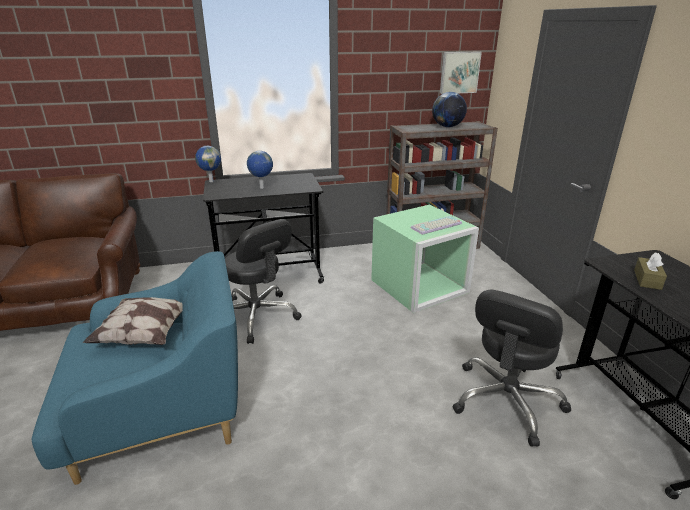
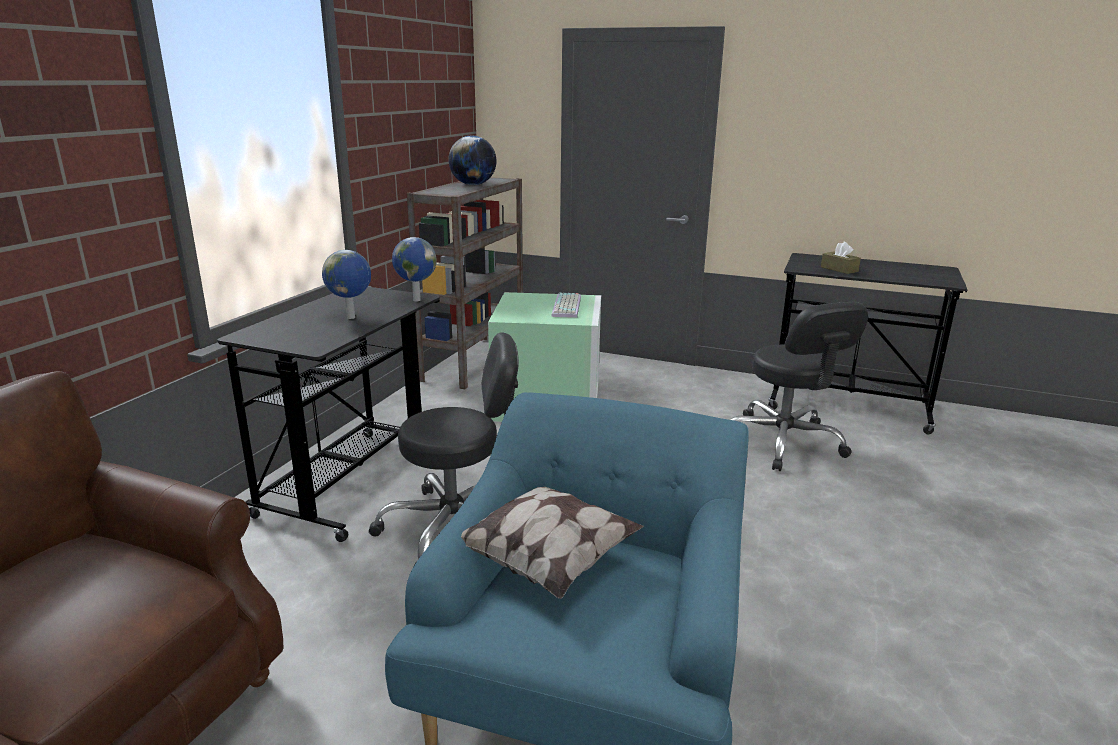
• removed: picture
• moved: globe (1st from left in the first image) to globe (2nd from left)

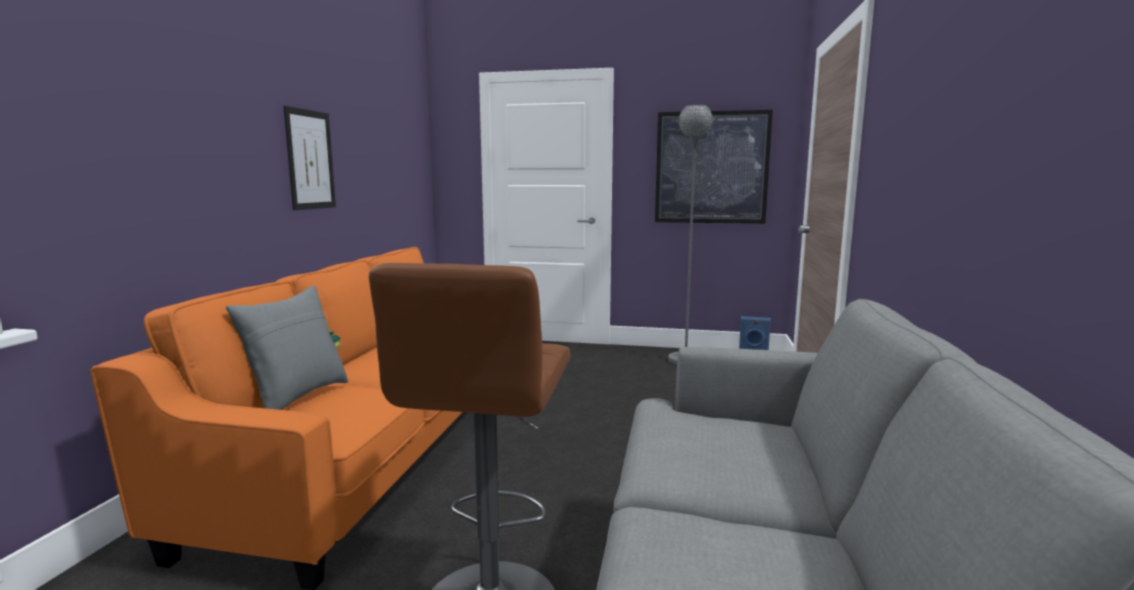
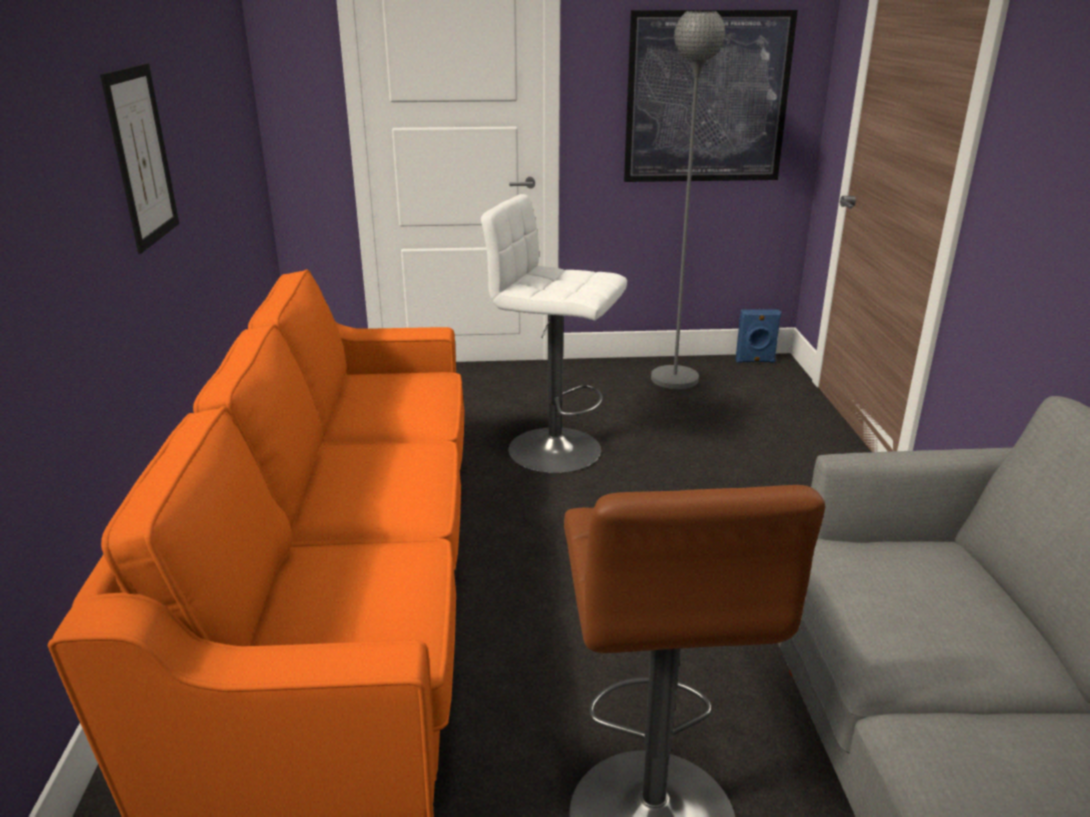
• removed: pillow/grey
• added: stool/white

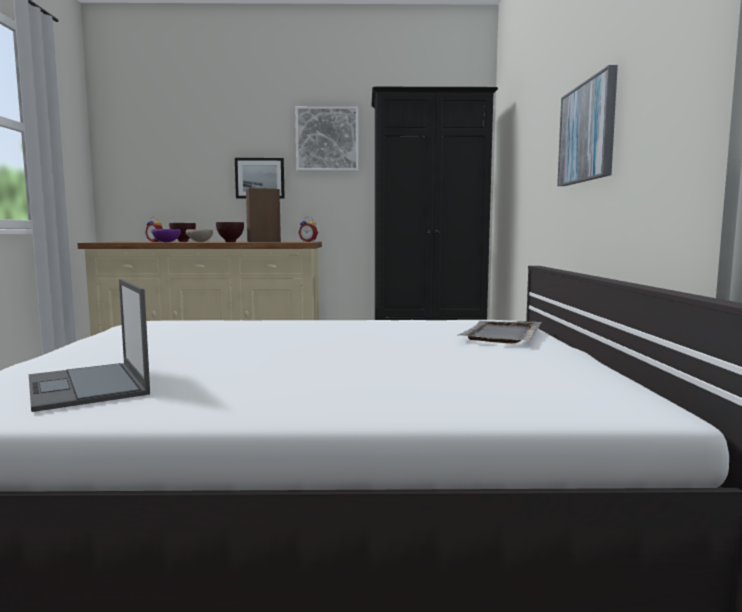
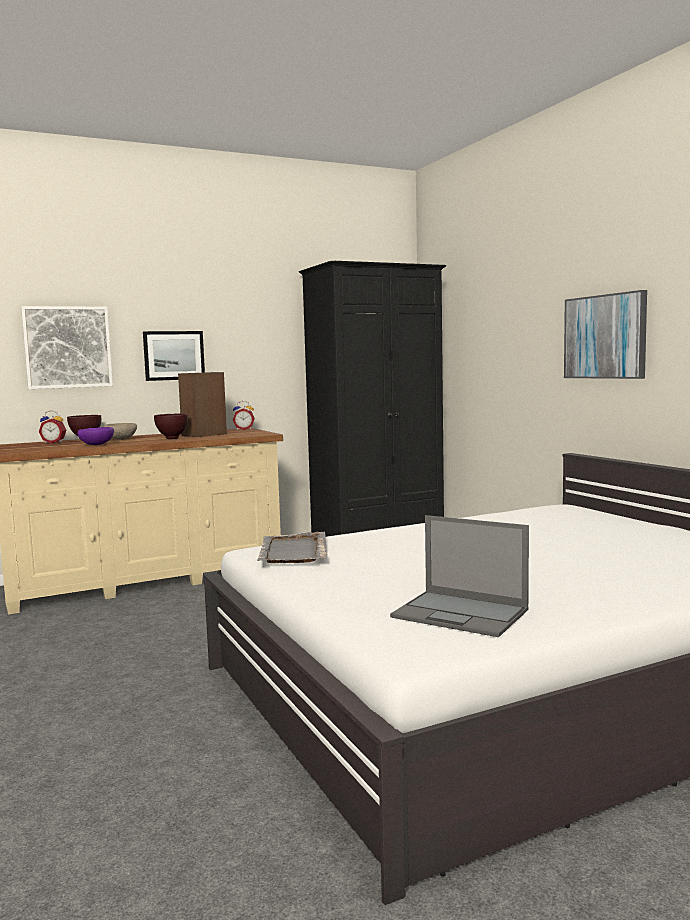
• moved: picture (2nd from left in the first image) to picture (1st from left)
• moved: tray/grey

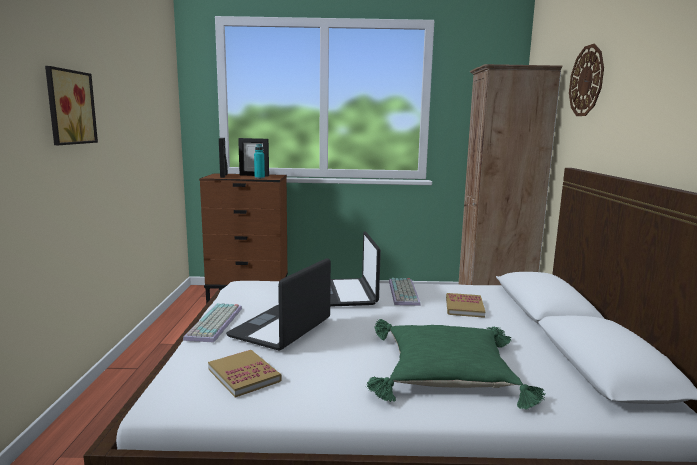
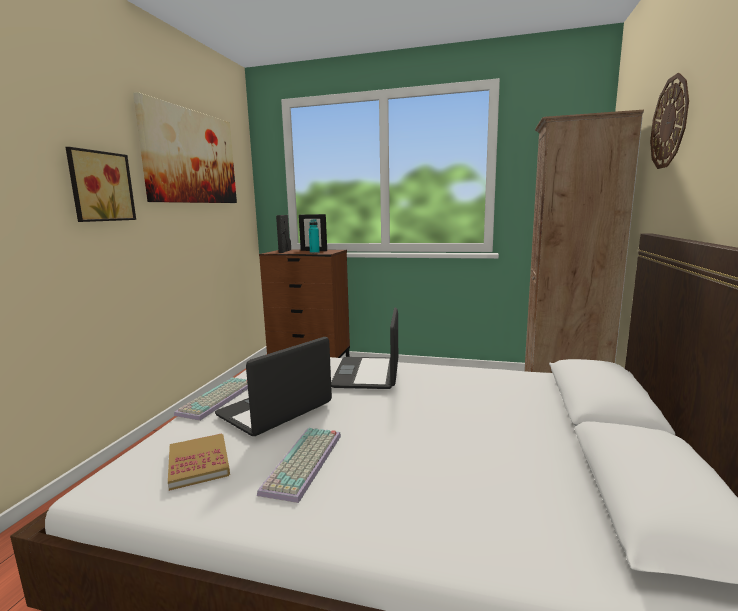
• moved: keyboard (2nd from left)
• removed: book (2nd from left)
• removed: pillow/green
• added: picture (2nd from left)

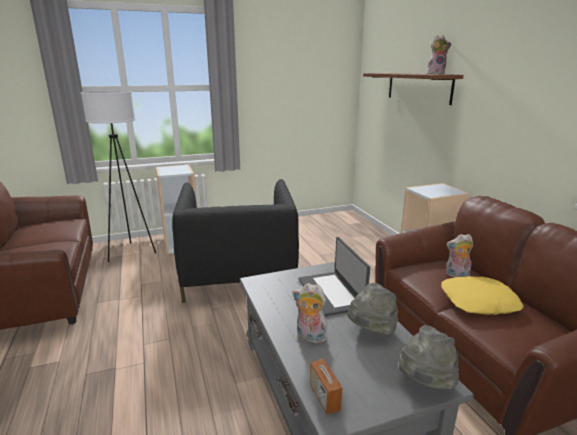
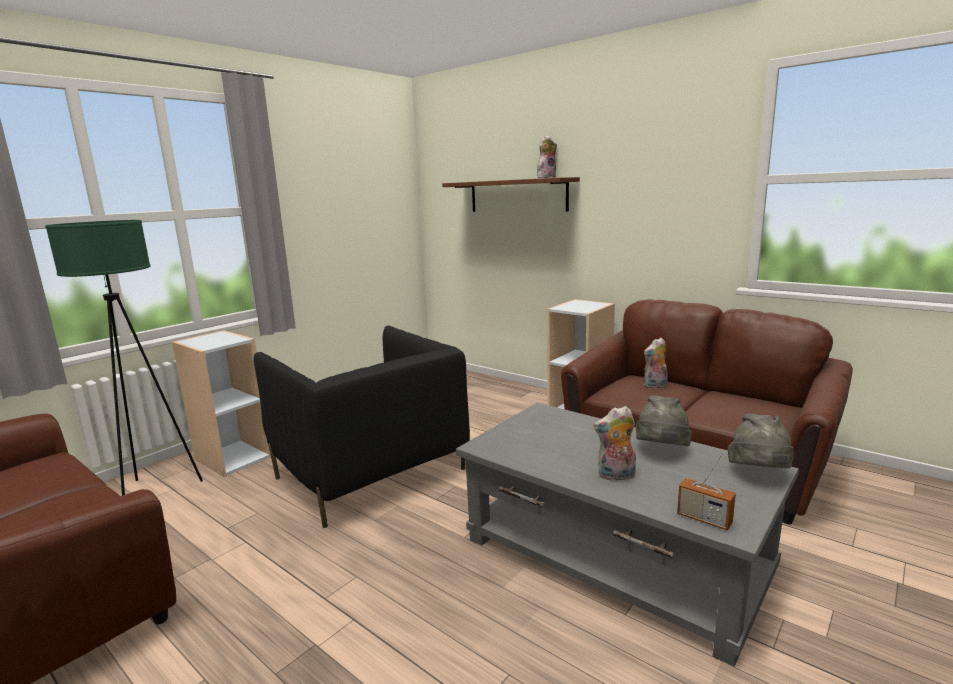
• recoloured: floor lamp/white to floor lamp/green
• removed: laptop
• removed: pillow/yellow

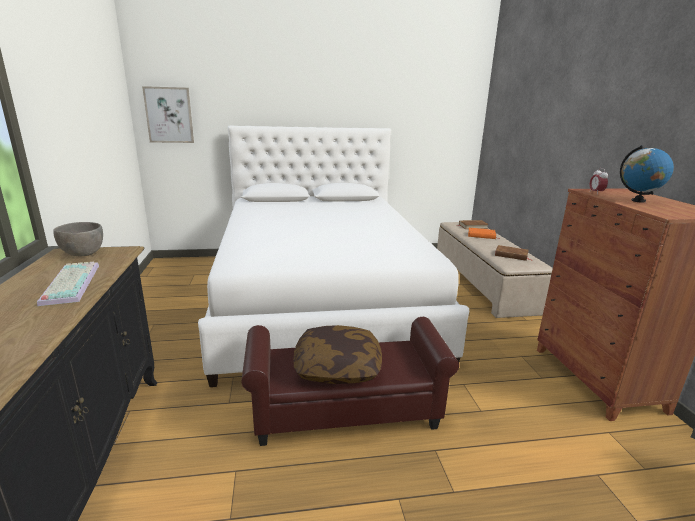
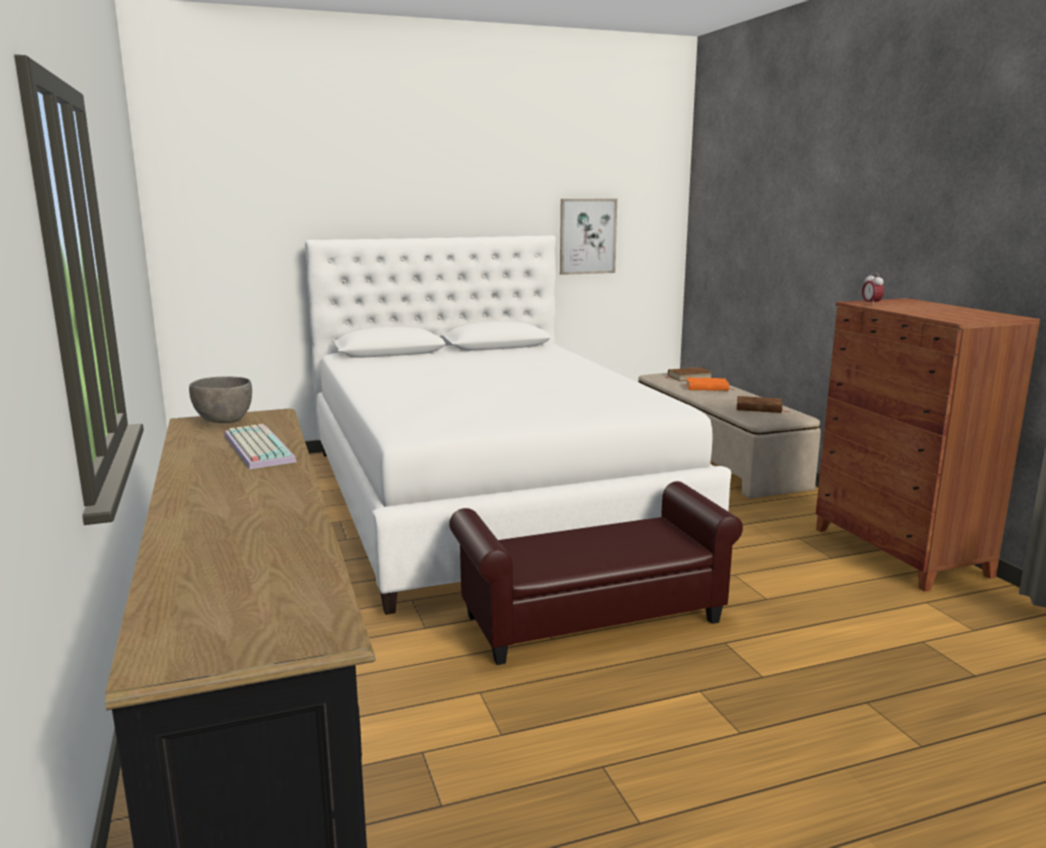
• moved: picture
• removed: globe
• removed: pillow

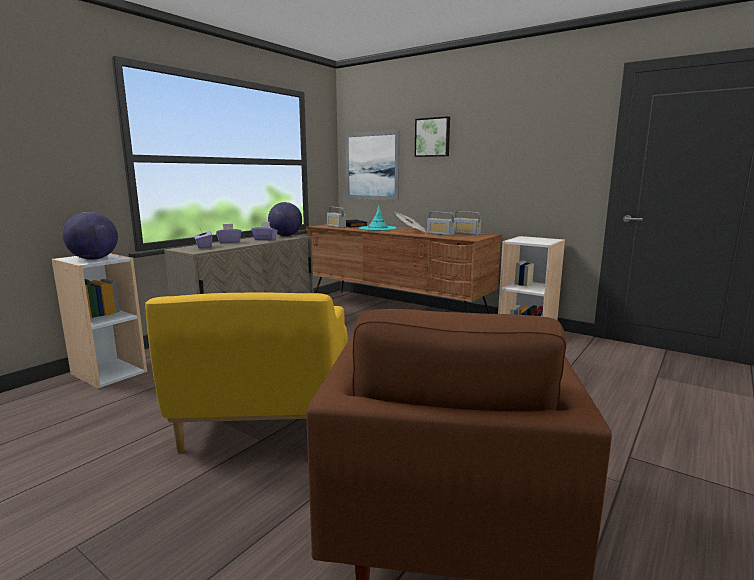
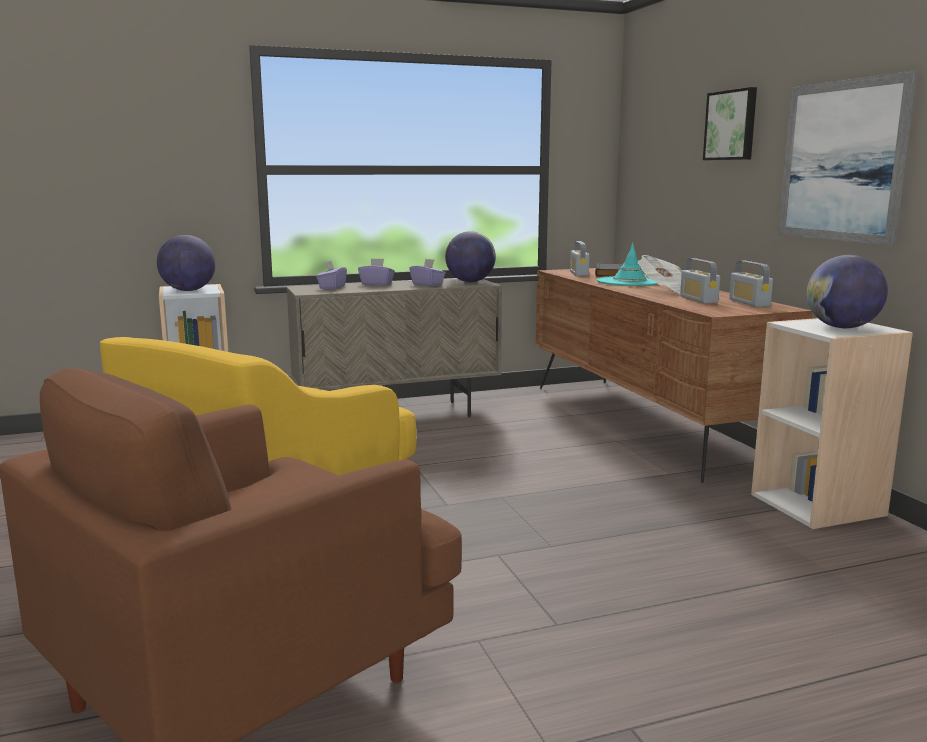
• moved: picture (1st from left in the first image) to picture (2nd from left)
• added: globe (3rd from left)

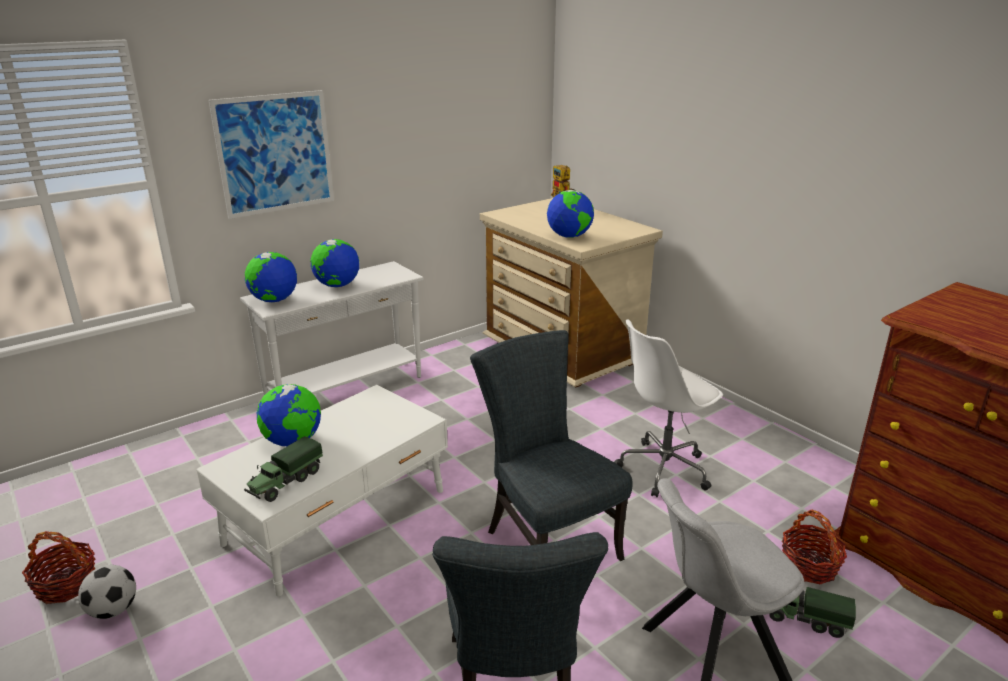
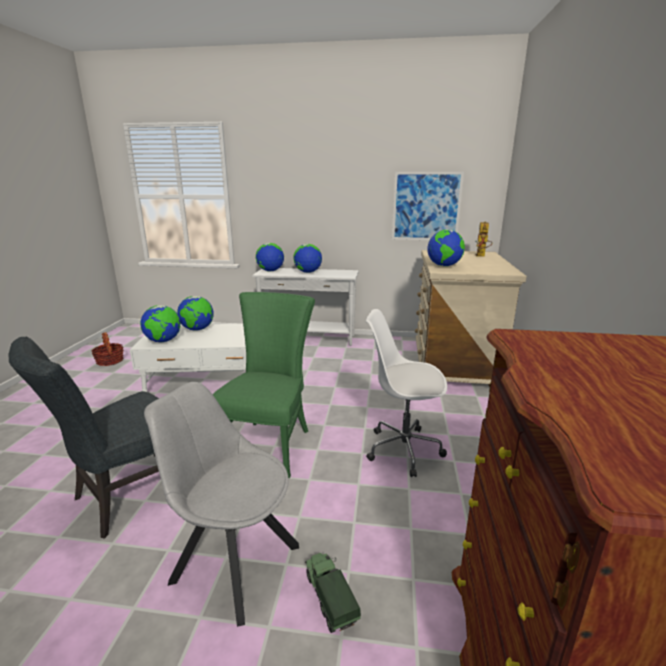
• moved: picture
• recoloured: chair/grey (2nd from left) to chair/green
• replaced: toy truck (1st from left) to globe (1st from left)
• removed: basket (2nd from left)
• removed: football

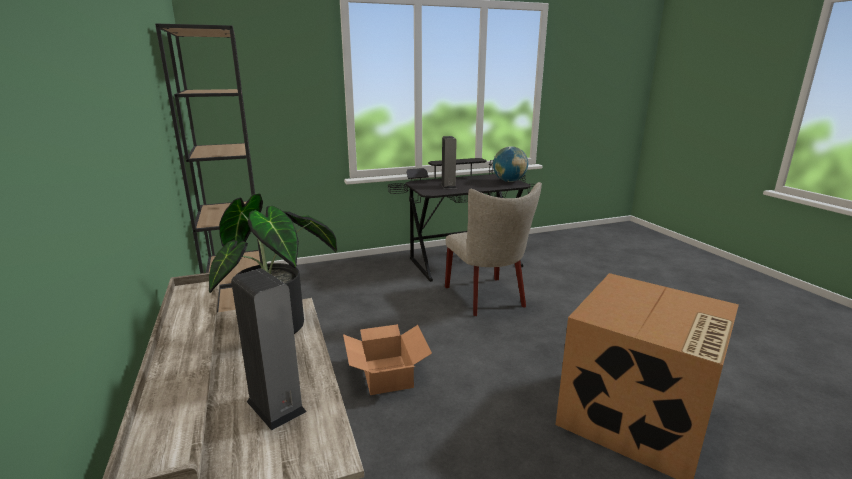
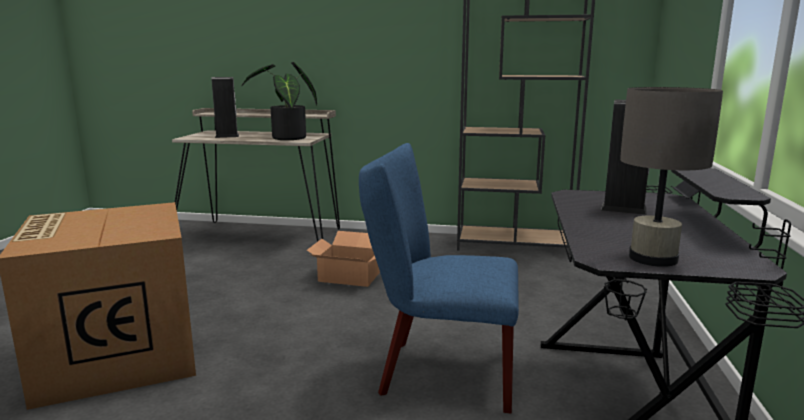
• replaced: globe to table lamp/grey
• recoloured: chair/beige to chair/blue

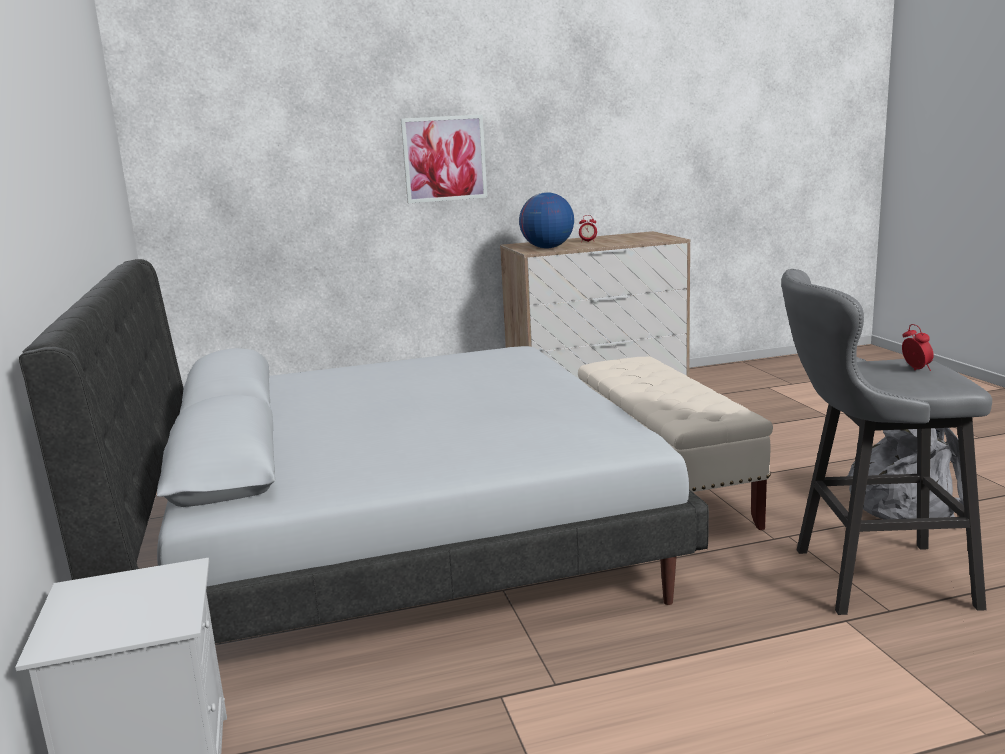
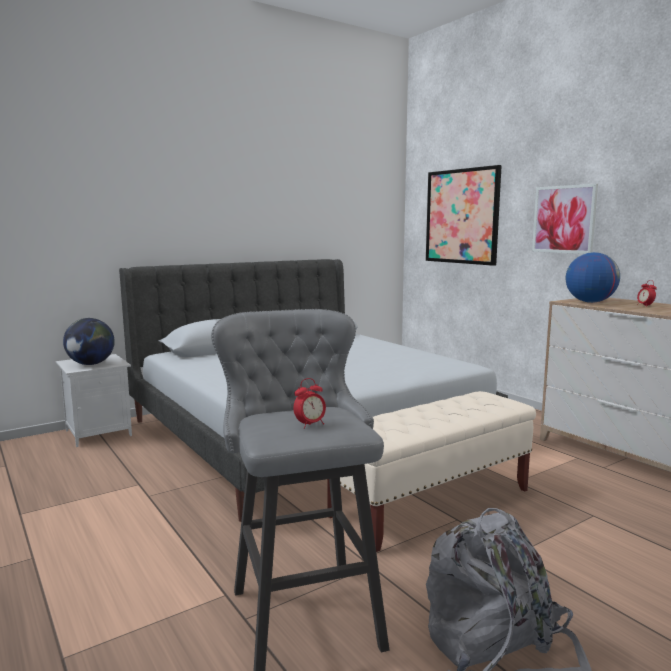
• added: picture (1st from left)
• added: globe (1st from left)

